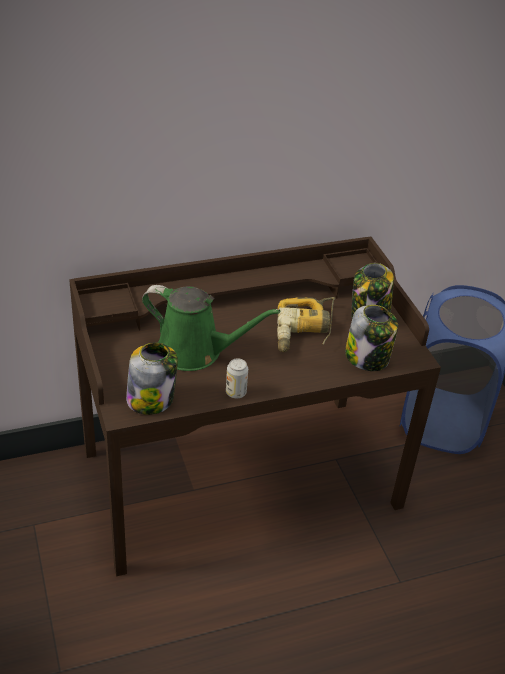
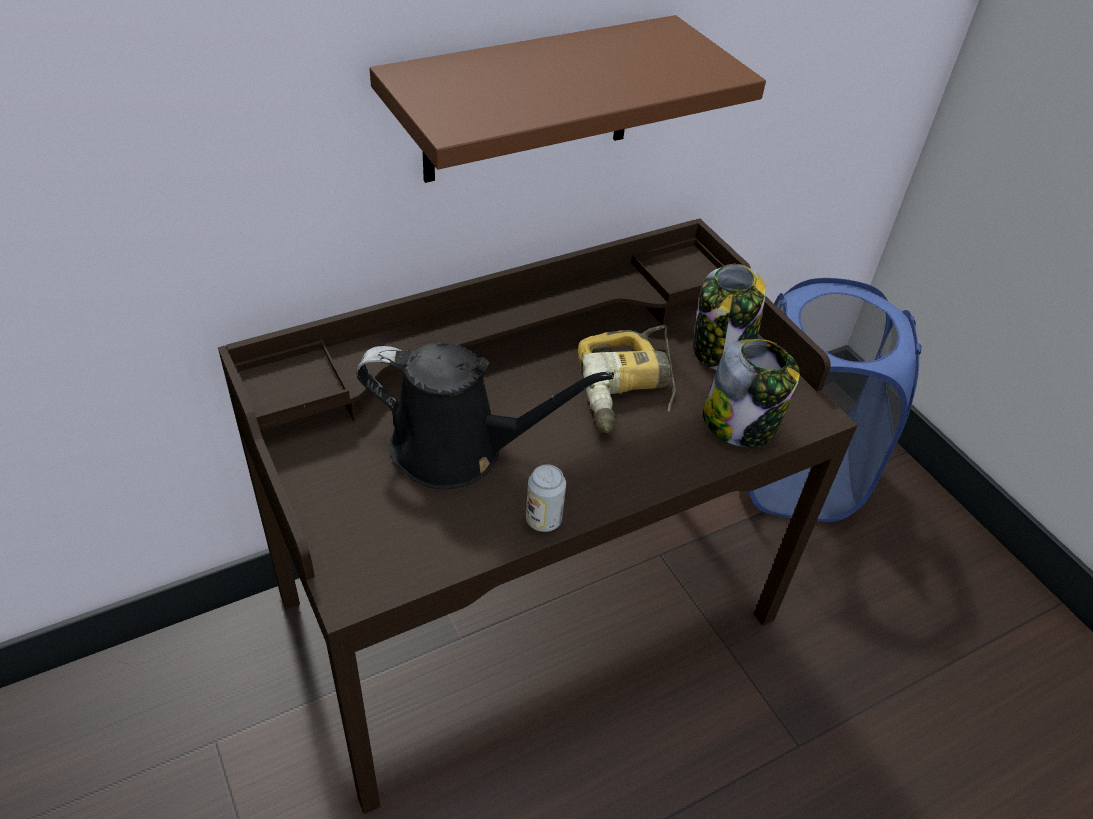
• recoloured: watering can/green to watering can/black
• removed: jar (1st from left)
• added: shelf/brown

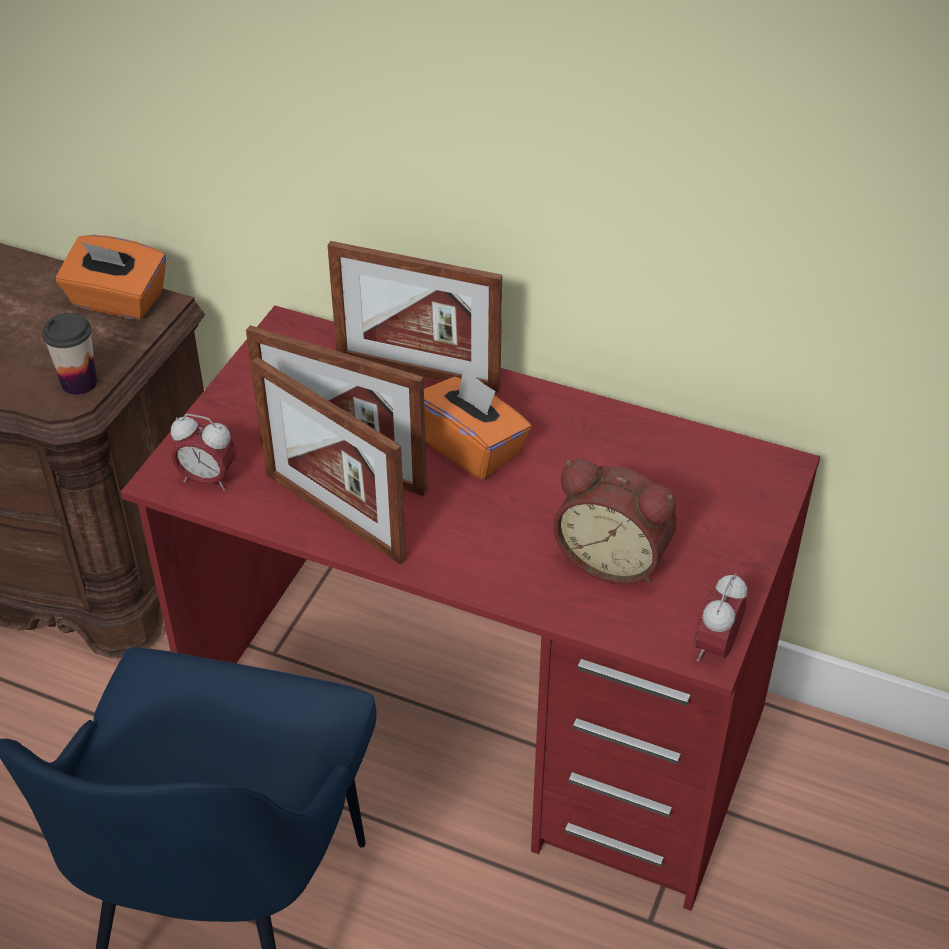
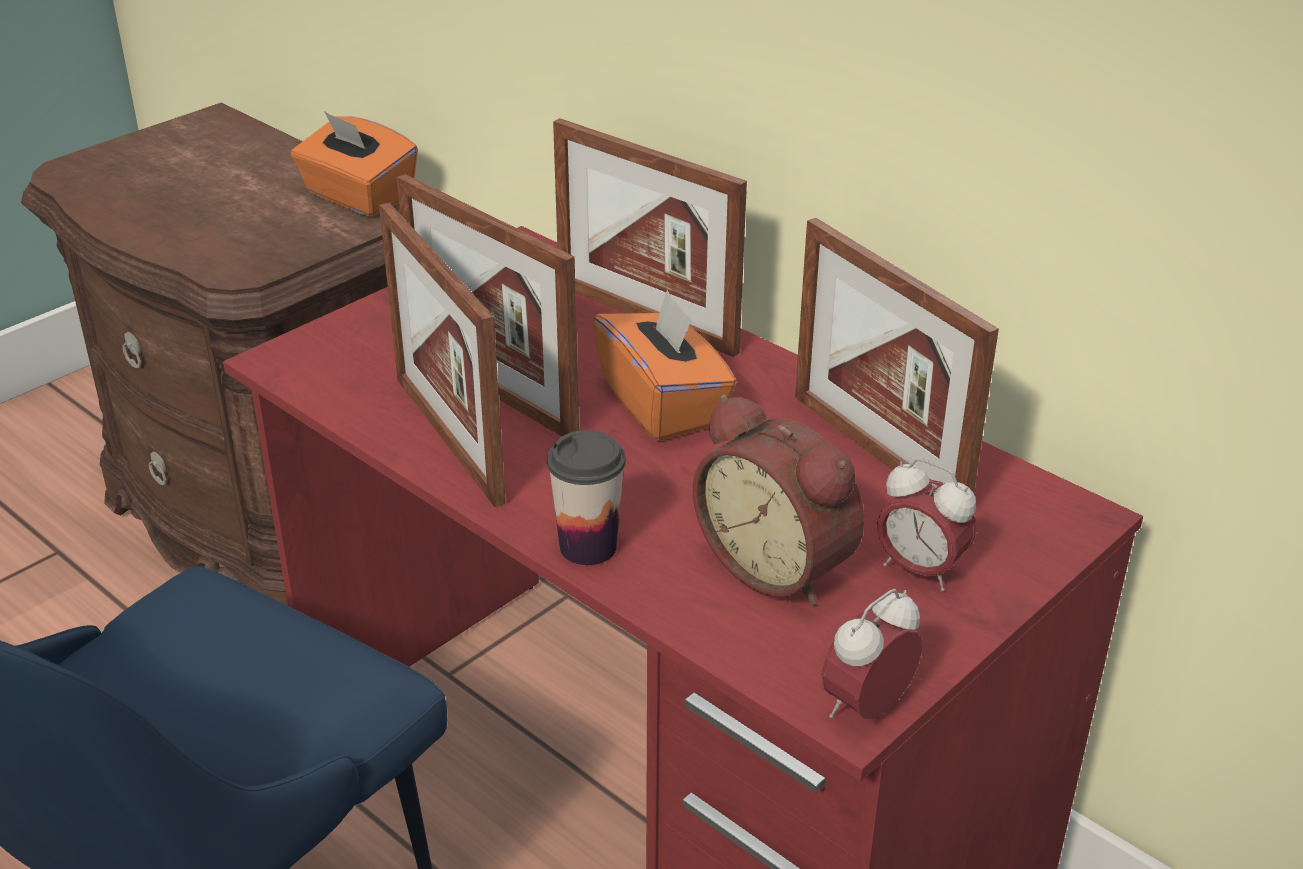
• moved: cup
• moved: alarm clock (1st from left in the first image) to alarm clock (3rd from left)
• added: picture frame (4th from left)

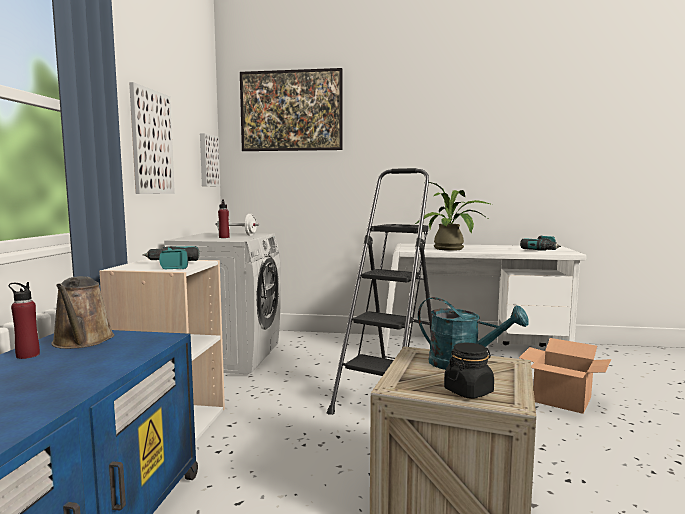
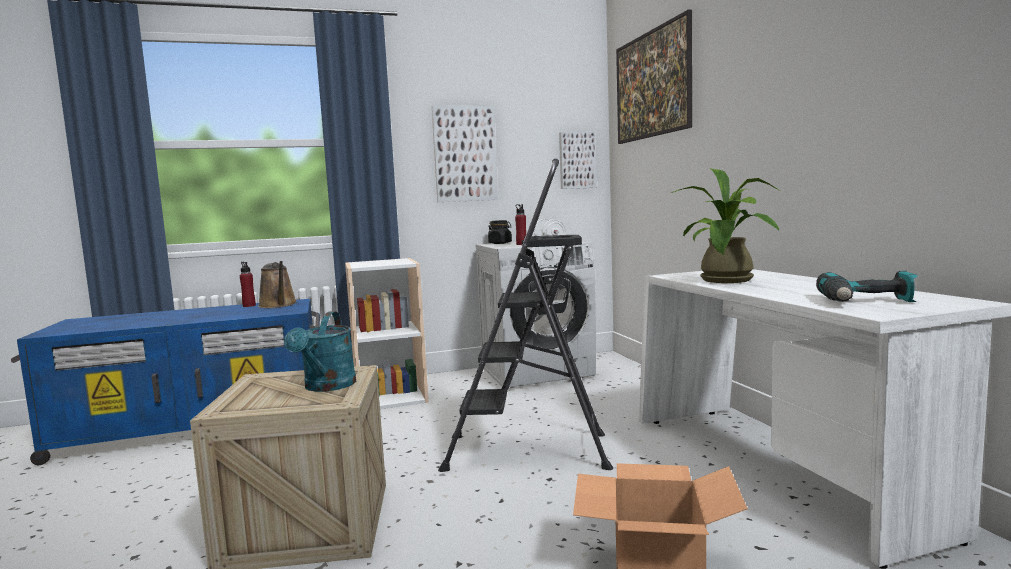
• removed: power drill (1st from left)
• turned: watering can/brown 75 degrees counterclockwise
• moved: jar/black

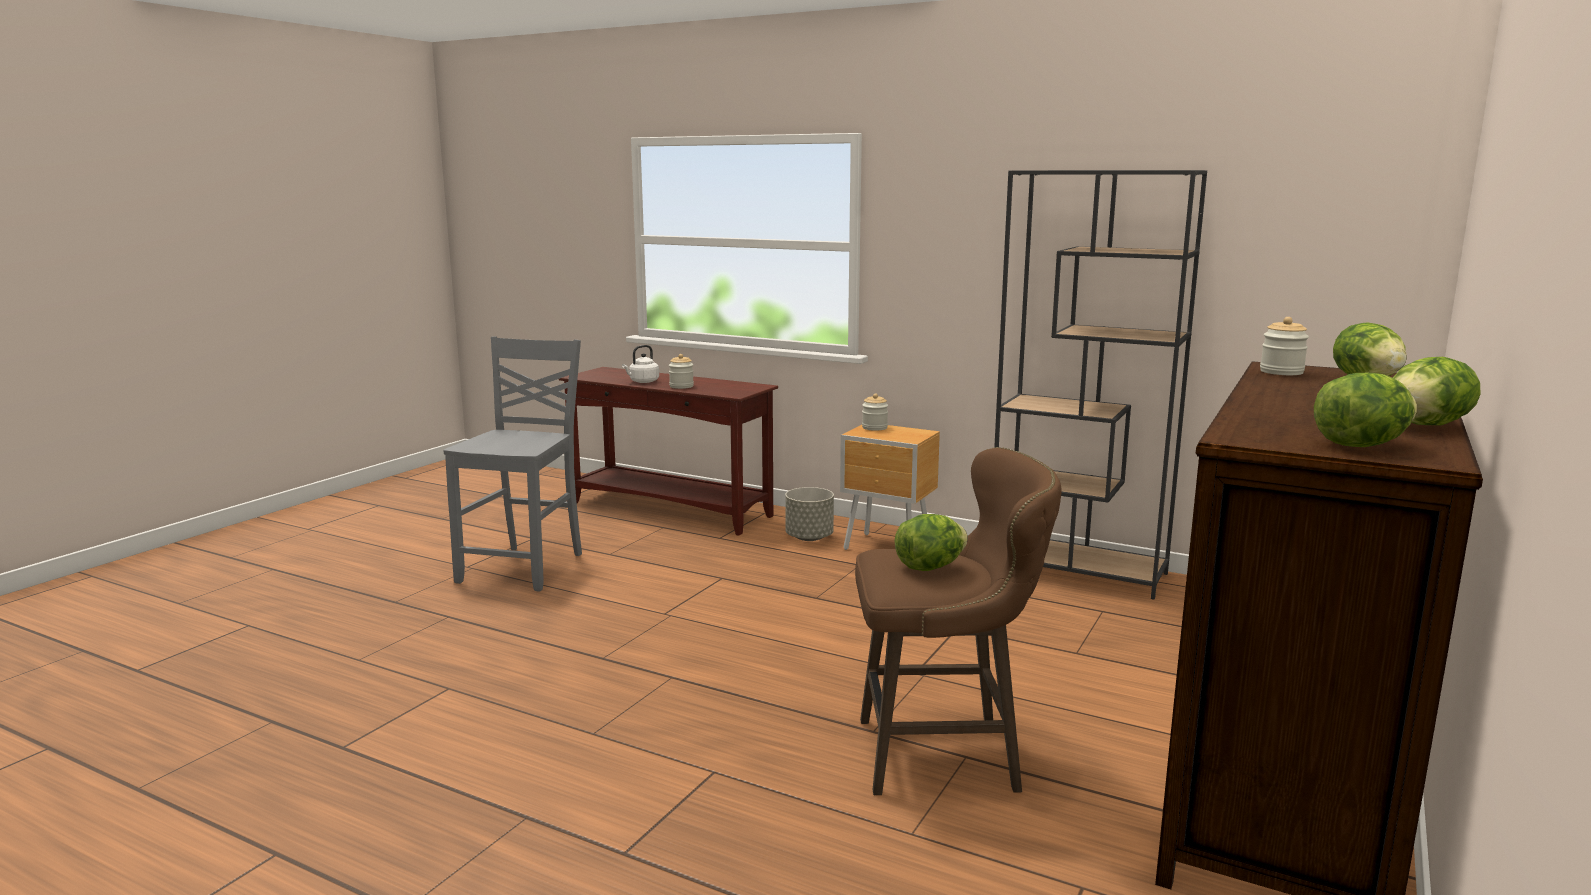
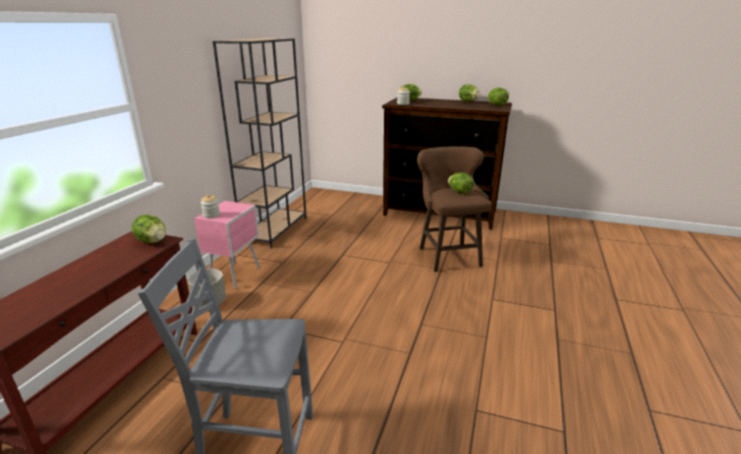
• removed: kettle/white
• removed: jar (1st from left)
• recoloured: nightstand/brown to nightstand/pink
• added: lettuce (1st from left)

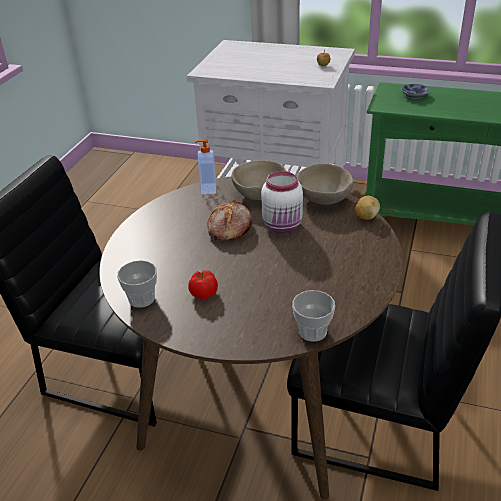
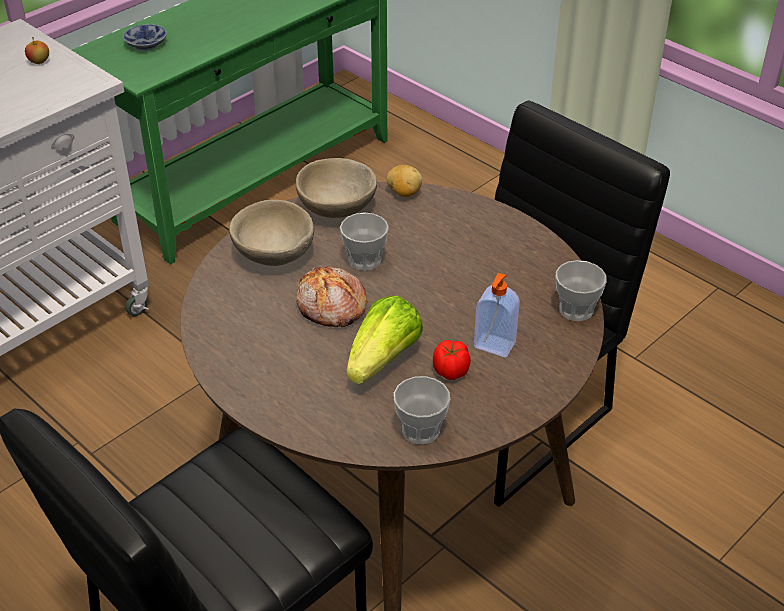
• moved: soap dispenser
• replaced: jar/white to cup (1st from left)
• added: lettuce

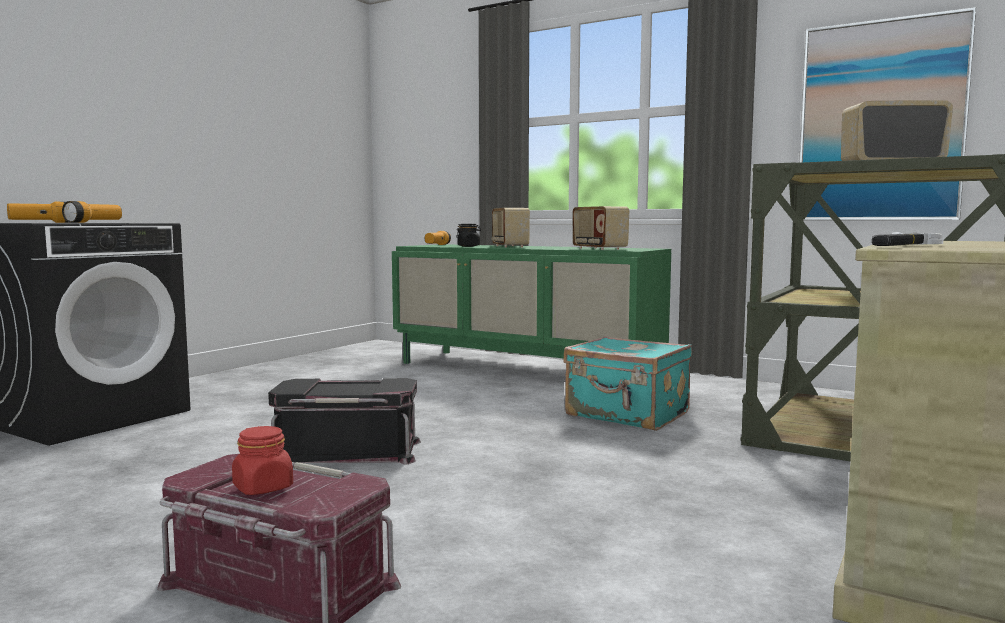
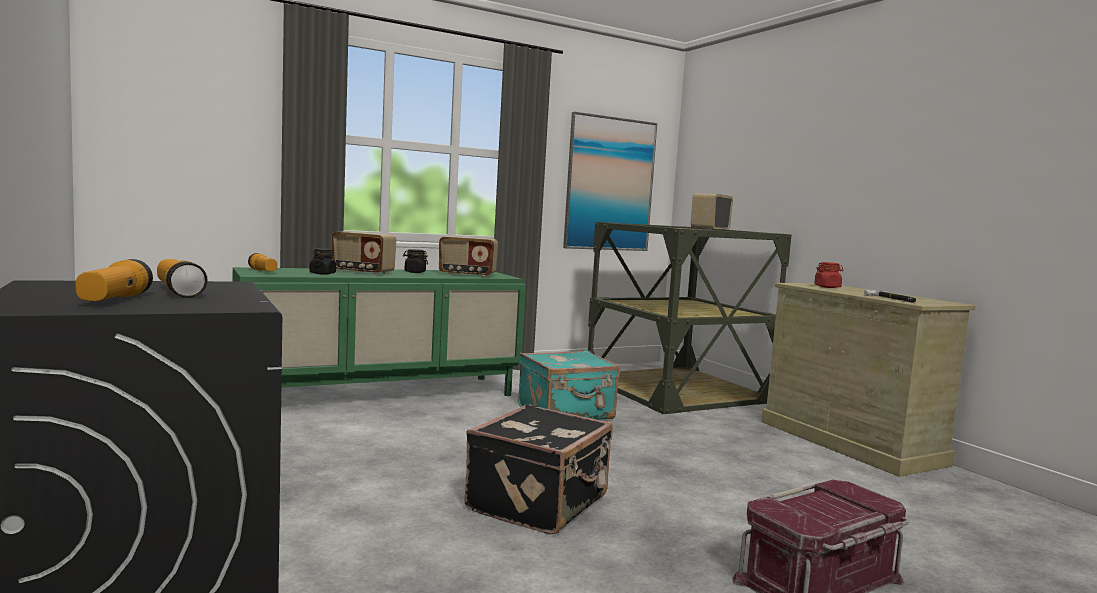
• replaced: storage box/black to suitcase/black
• moved: jar/red
• added: jar/black (2nd from left)

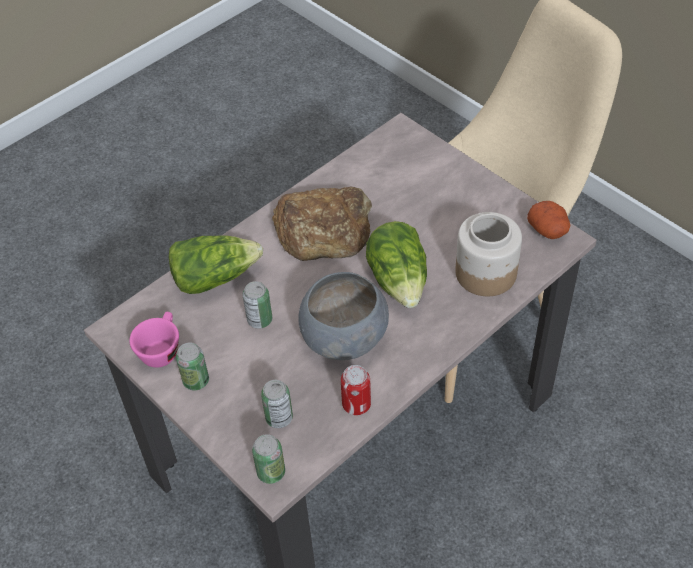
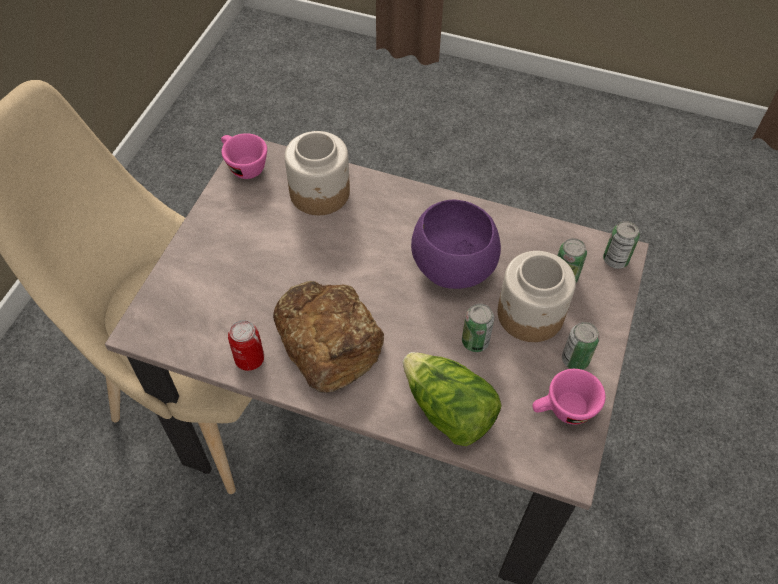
• replaced: potato to cup/pink (1st from left)
• removed: lettuce (2nd from left)
• recoloured: bowl/grey to bowl/purple
• moved: can (5th from left in the first image) to can (1st from left)
• added: jar (2nd from left)

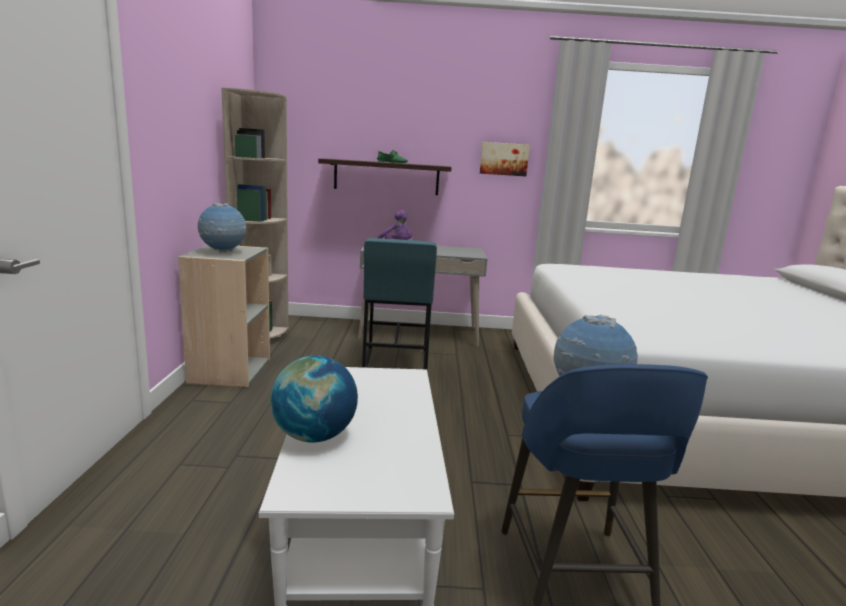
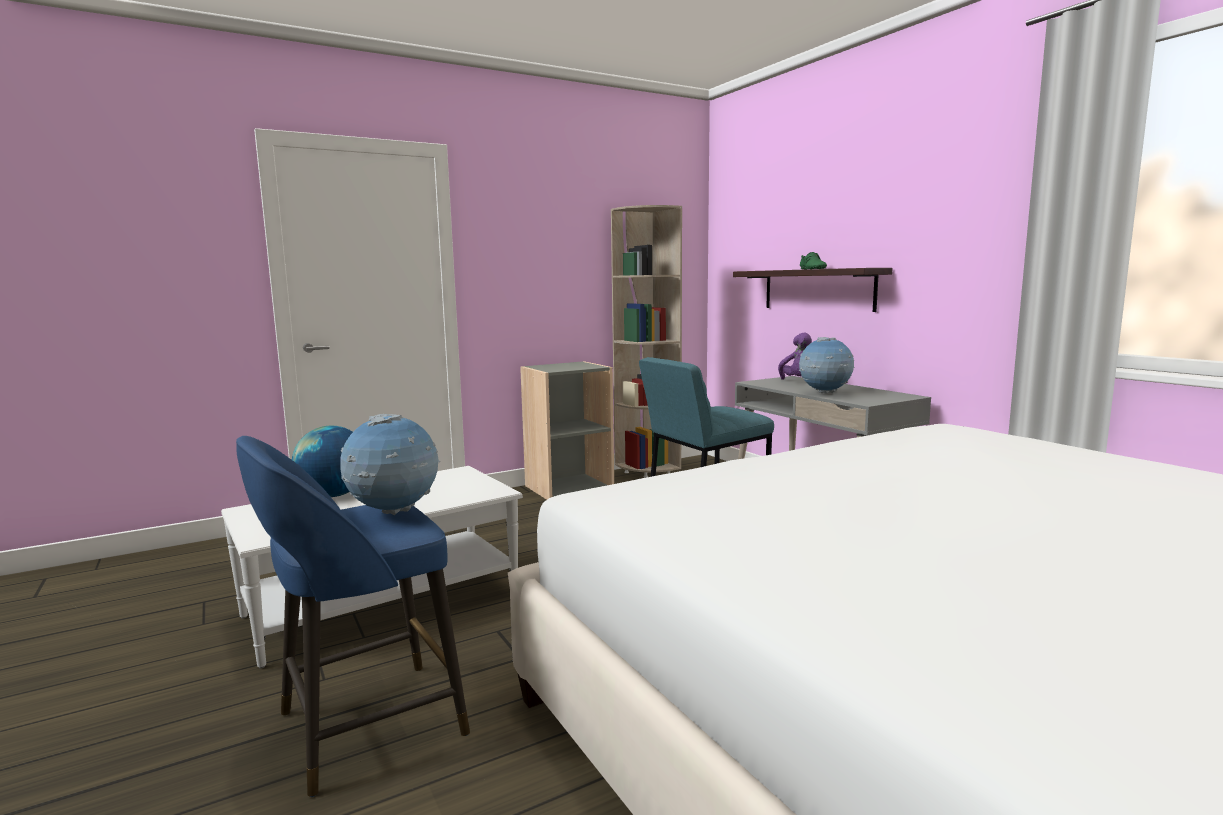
• removed: picture
• moved: globe (1st from left in the first image) to globe (3rd from left)

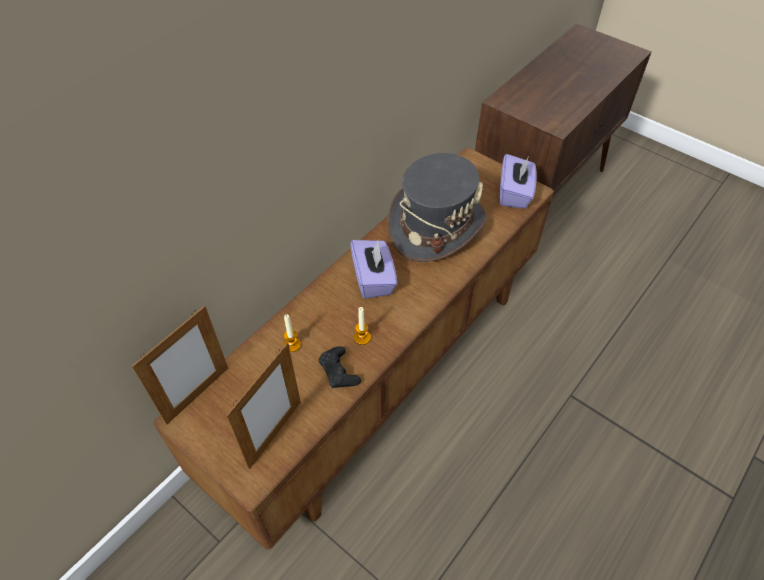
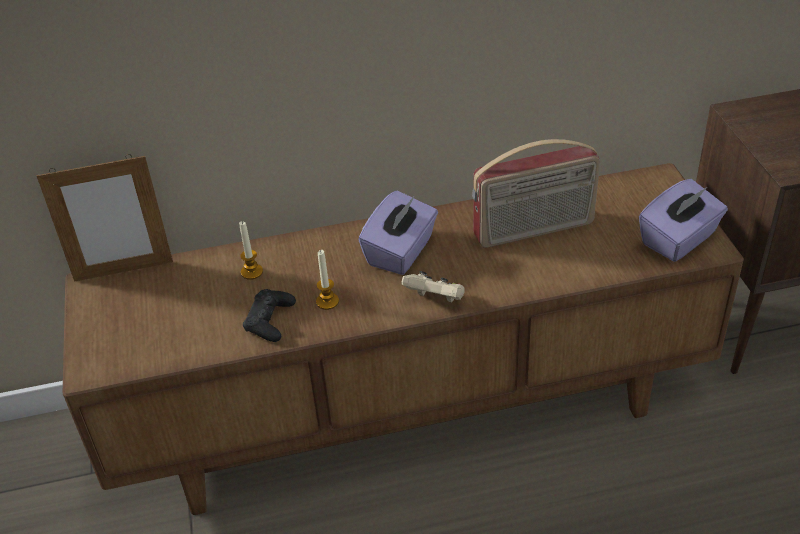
• replaced: hat/grey to radio
• removed: picture frame (2nd from left)
• added: game controller/beige

